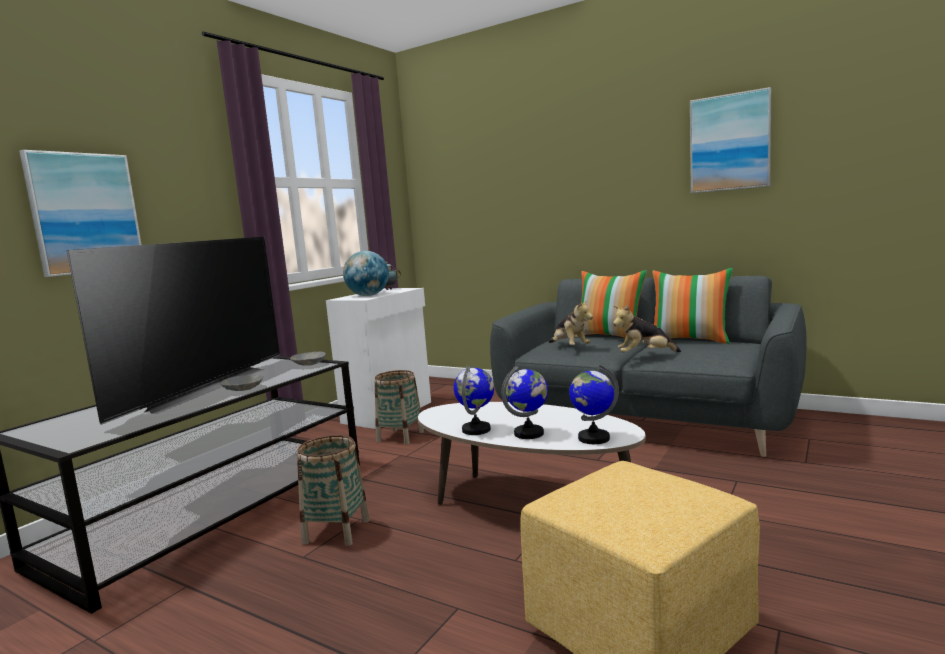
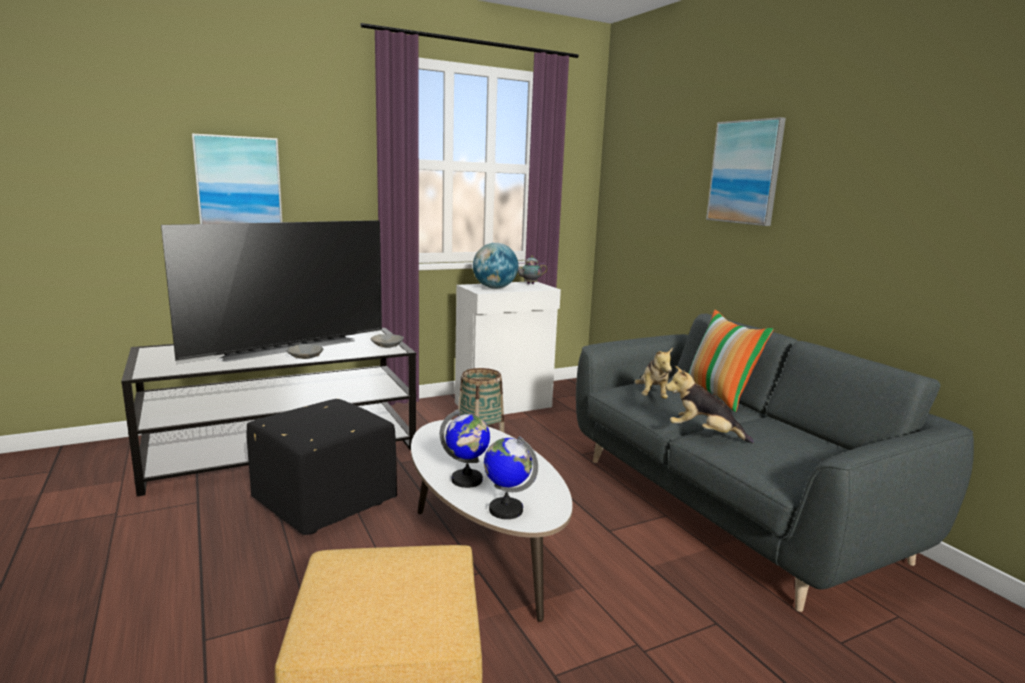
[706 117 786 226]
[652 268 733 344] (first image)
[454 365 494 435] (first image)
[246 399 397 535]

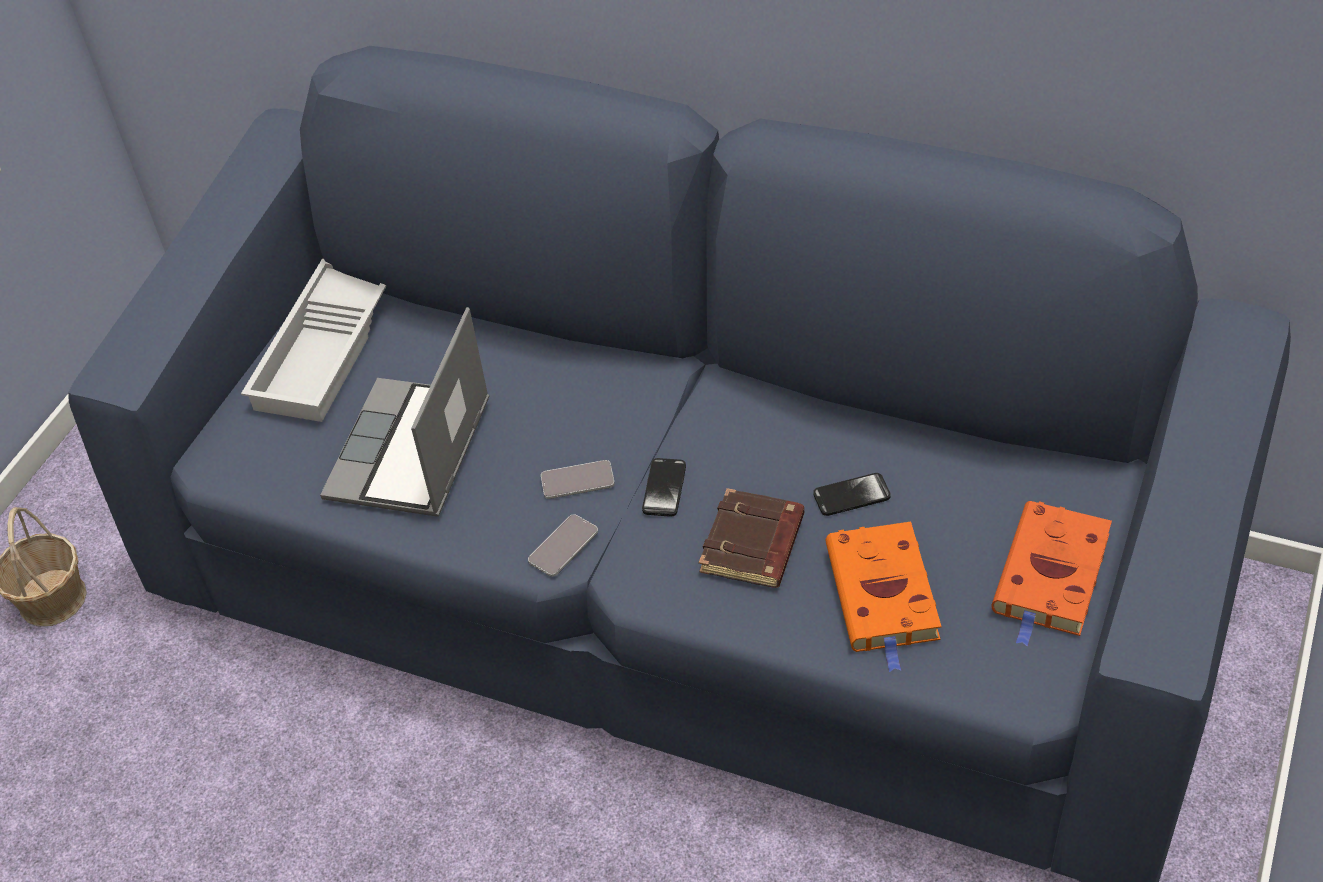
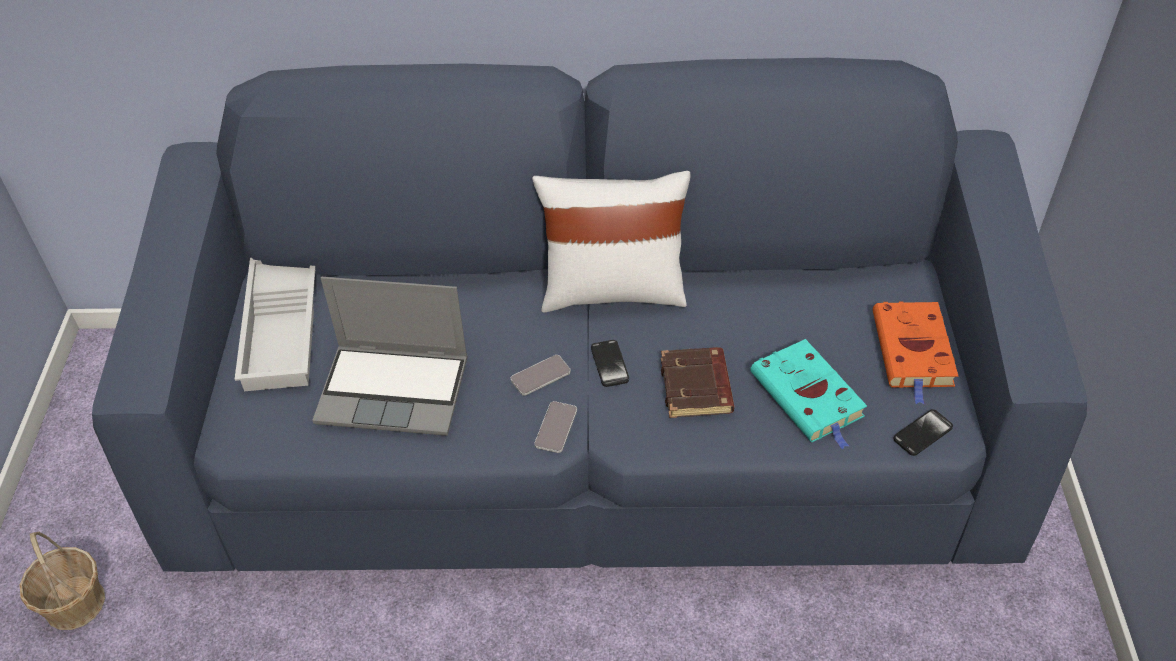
[312 277 468 436]
[893 409 953 456]
[750 339 867 450]
[532 171 691 313]

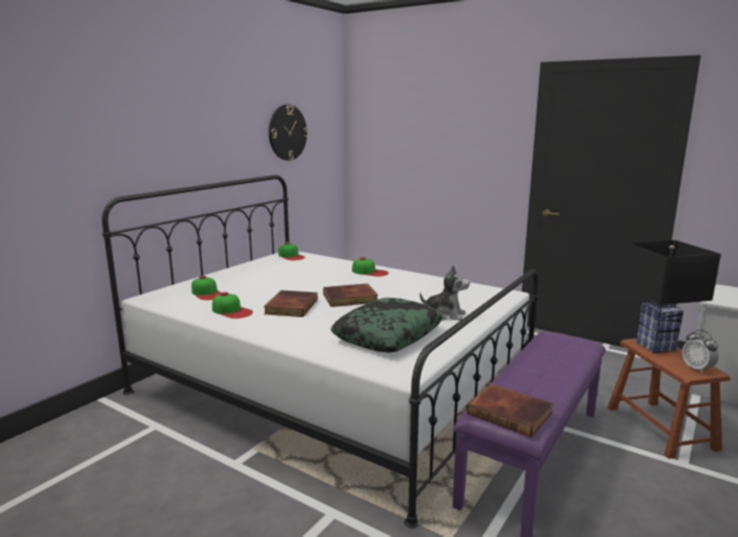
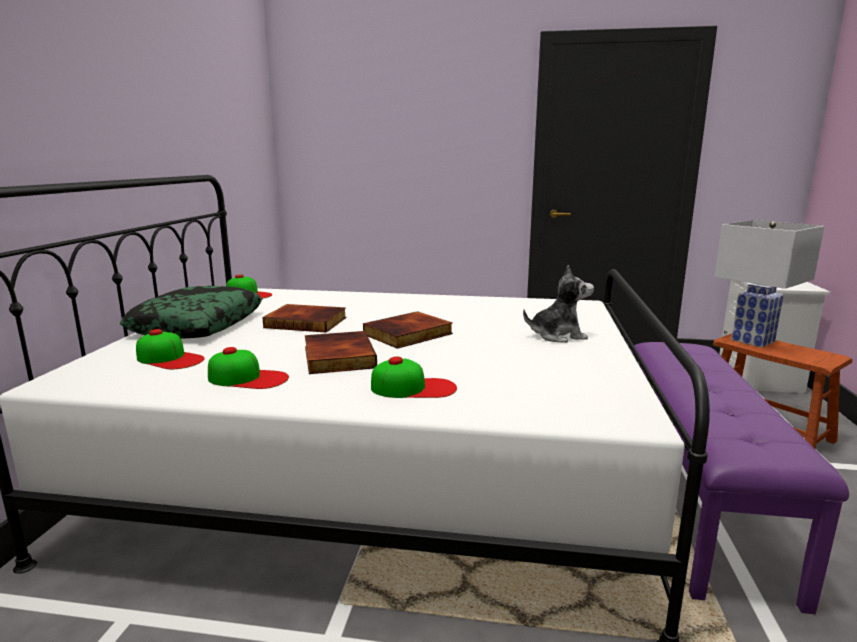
[269 105 308 161] (first image)
[714 220 825 348]
[371 356 457 398]
[120 286 262 339]
[682 330 719 374] (first image)
[262 304 346 333]

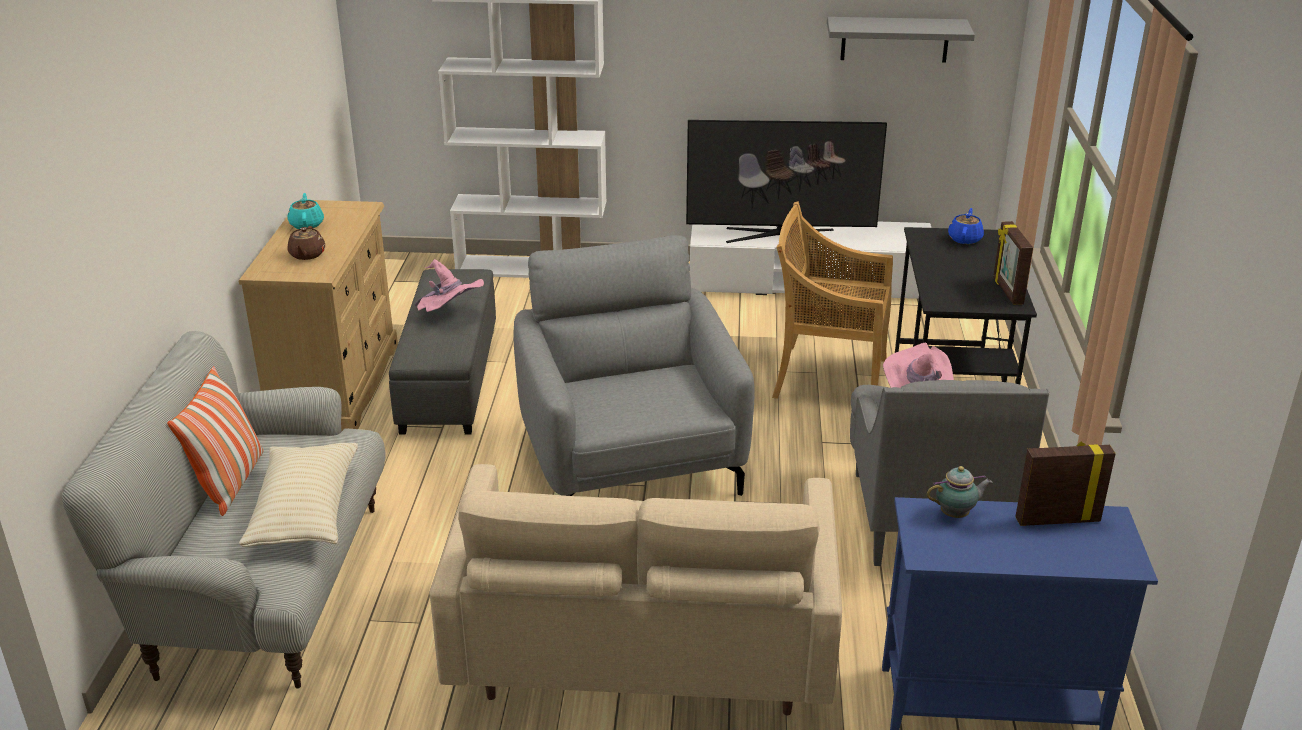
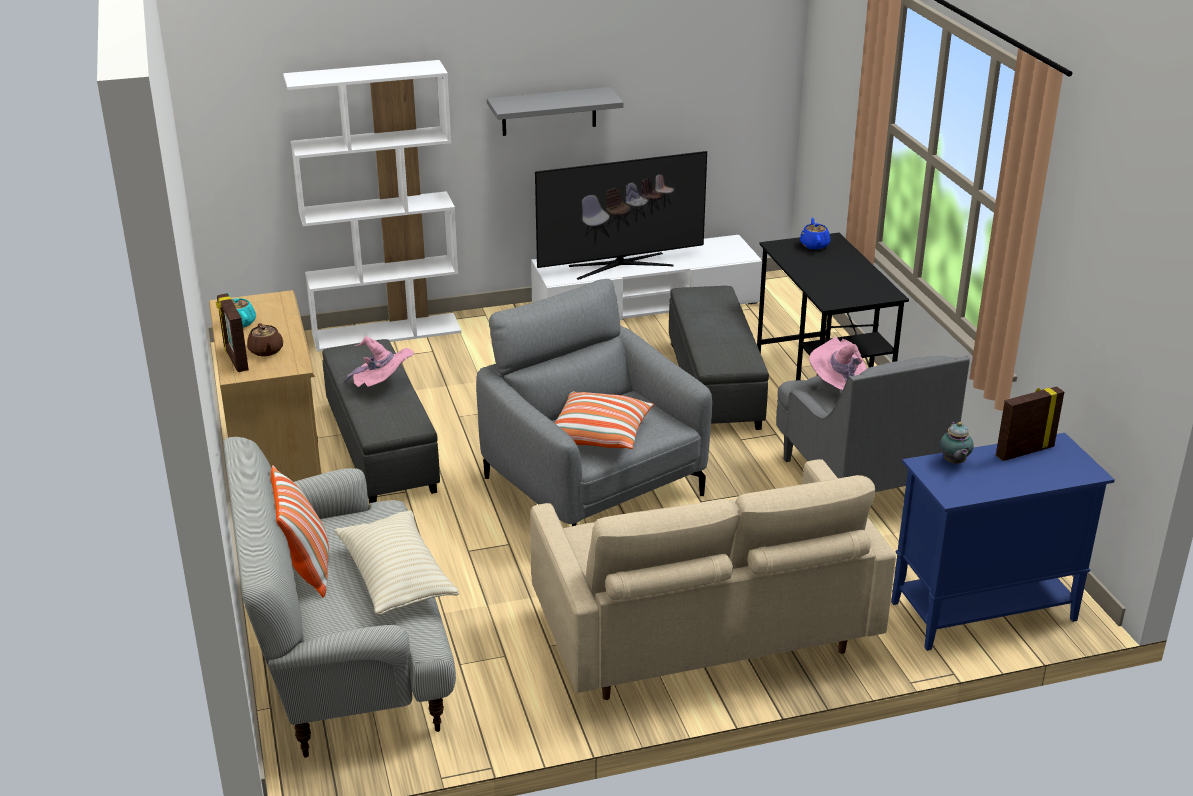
[487 87 624 136]
[669 286 769 430]
[216 293 249 372]
[940 421 974 464]
[555 391 654 449]

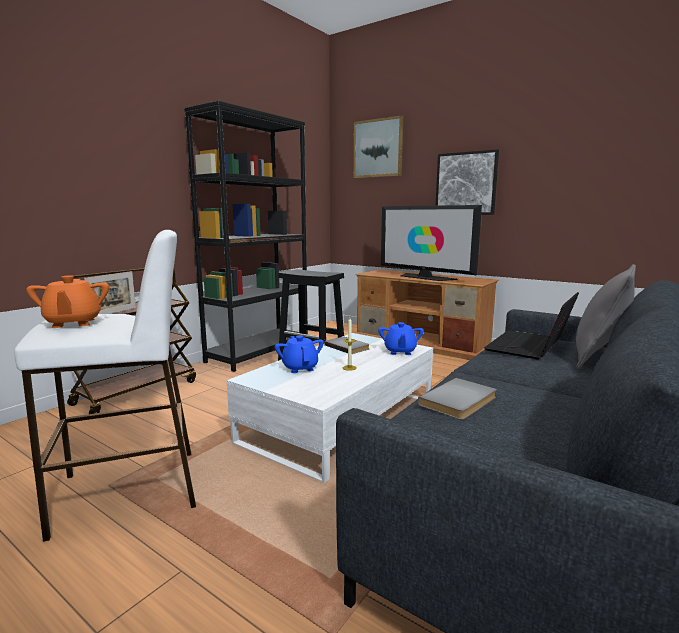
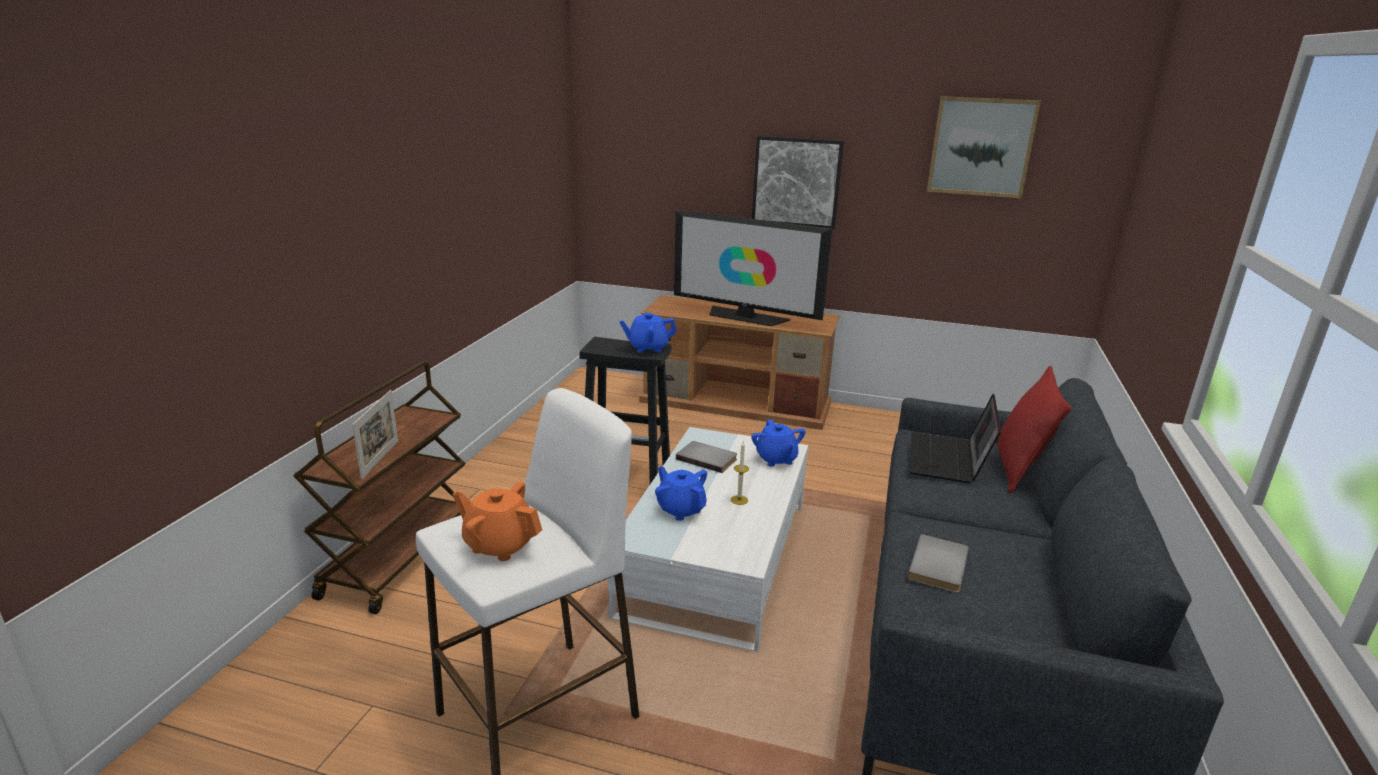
[184 101 308 372] (first image)
[927 96 1041 198]
[997 366 1072 494]
[452 482 542 561]
[619 312 677 353]

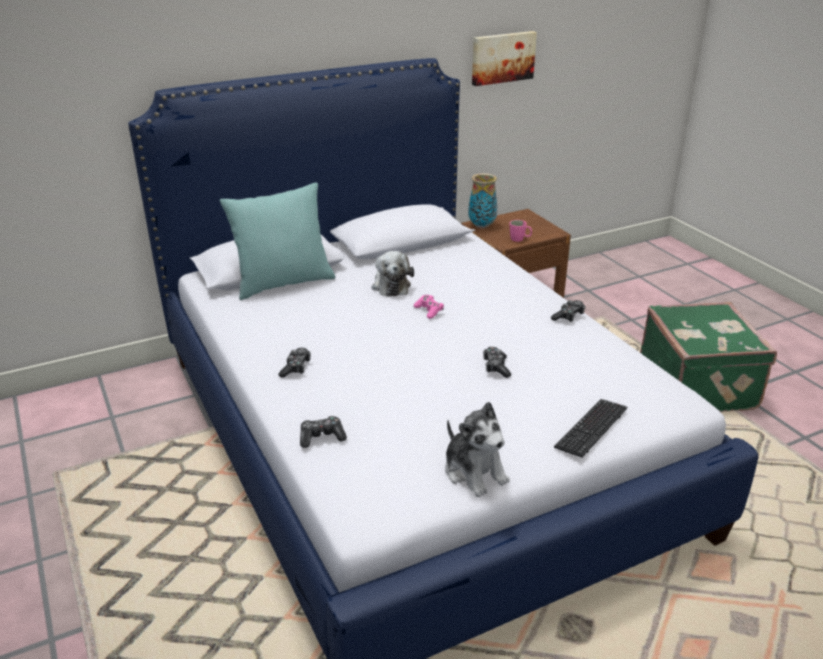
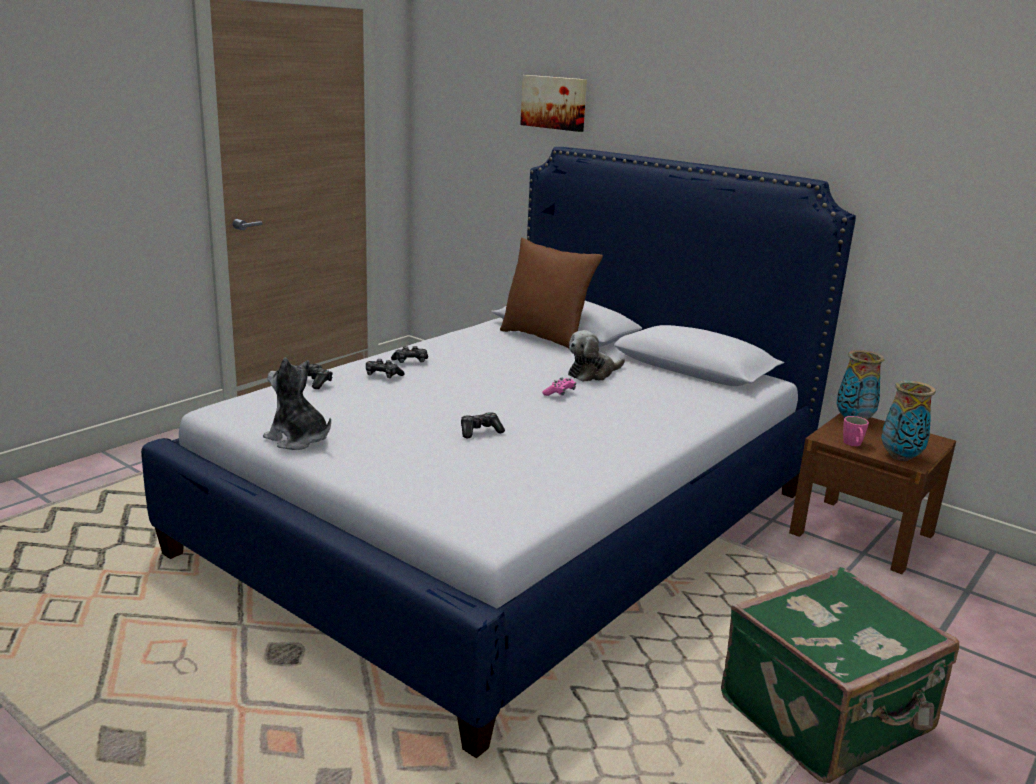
[520 75 587 132]
[500 238 603 349]
[366 359 405 378]
[554 399 627 457] (first image)
[263 357 331 450]
[881 381 936 461]

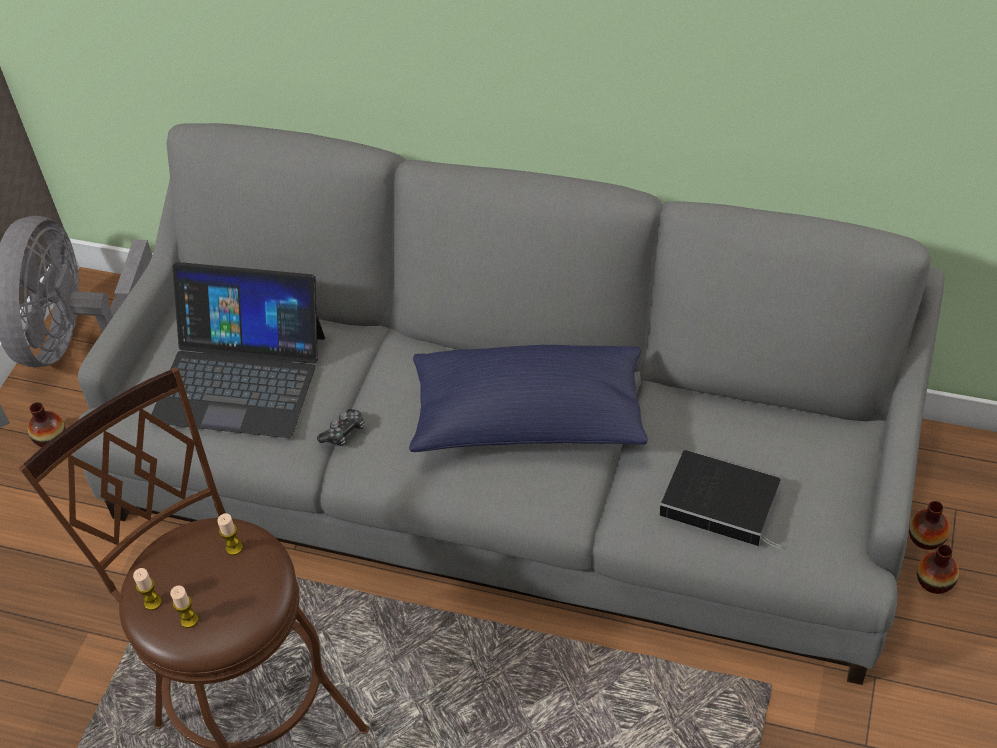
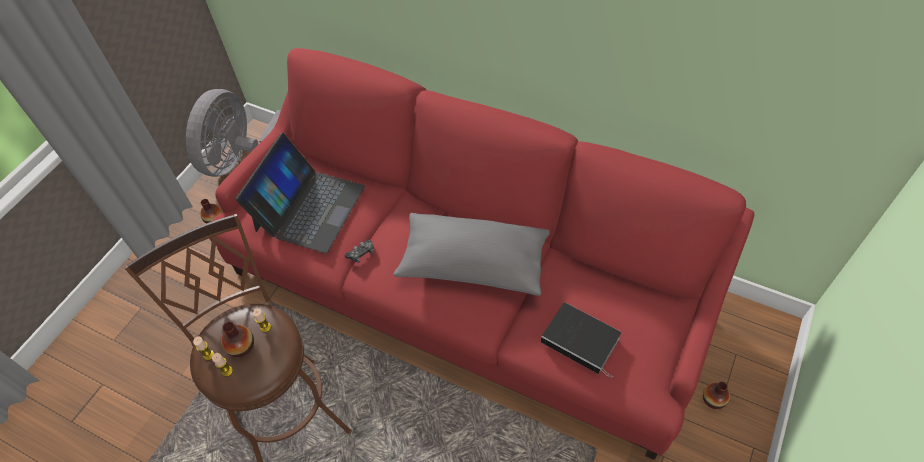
[209 48 754 460]
[236 133 365 253]
[393 213 550 296]
[221 322 254 357]

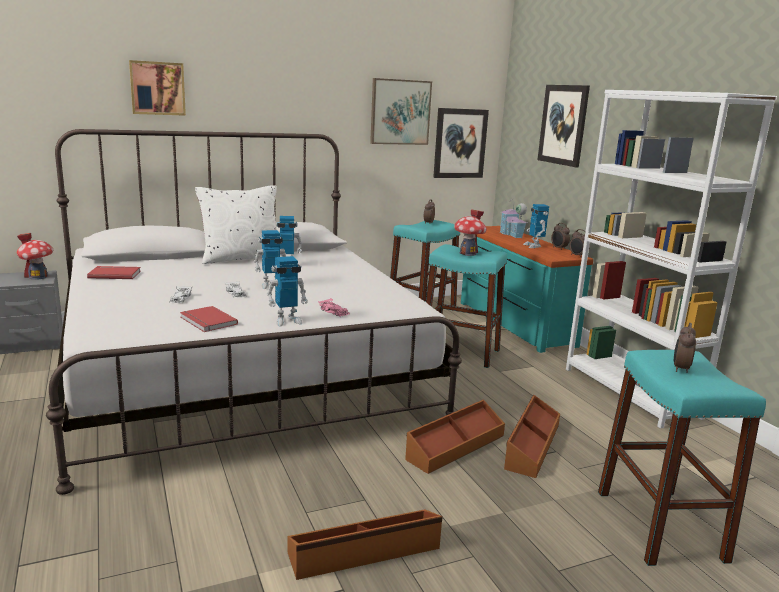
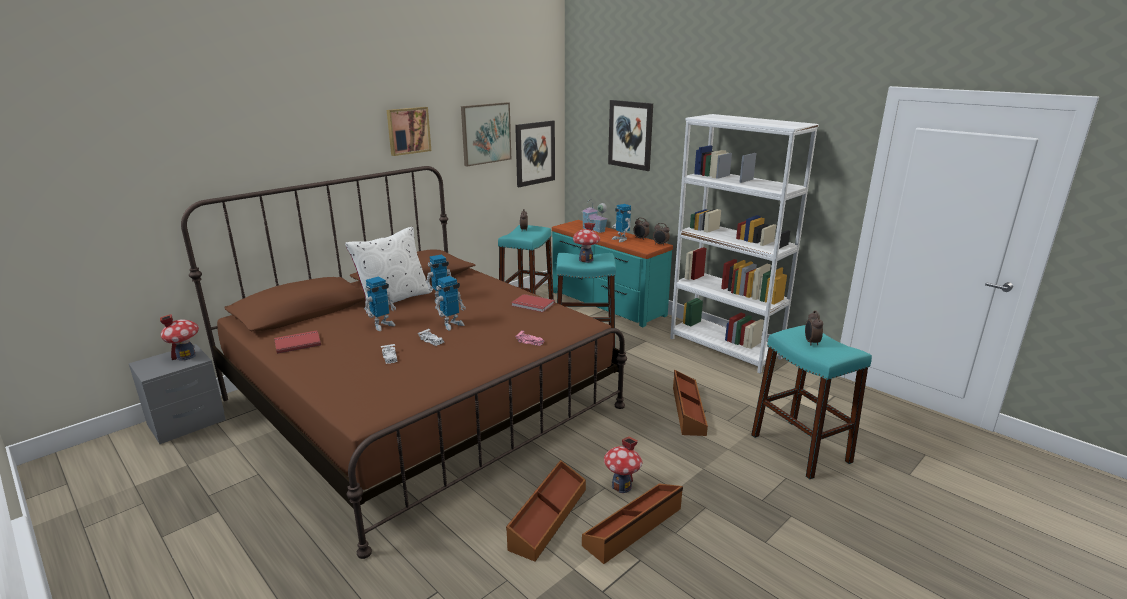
[387 107 431 156]
[181 166 627 559]
[364 276 396 331]
[511 294 555 312]
[506 460 586 561]
[604 437 642 493]

